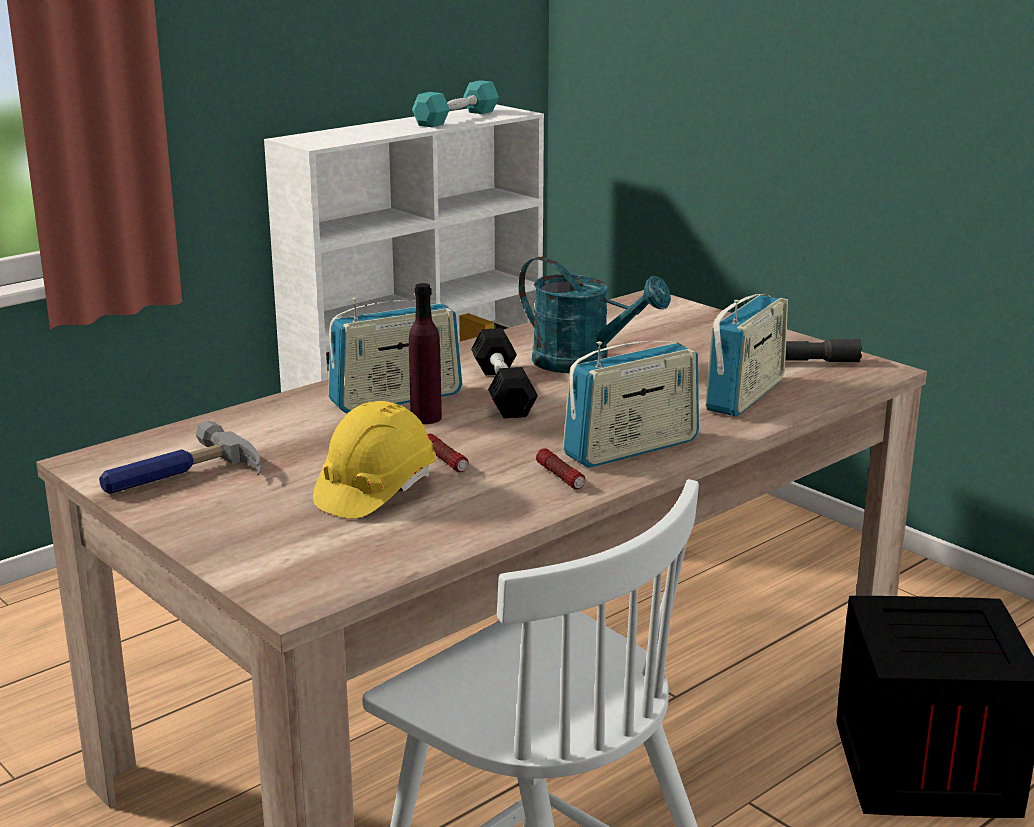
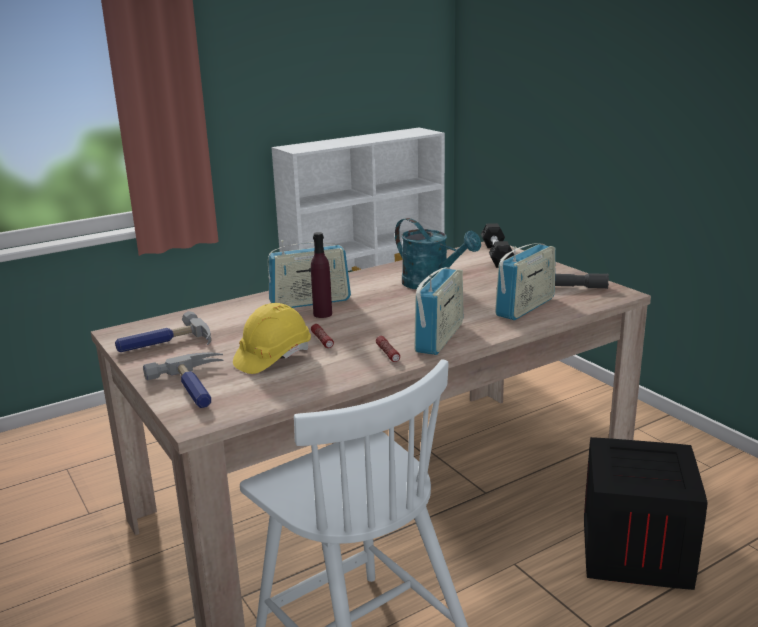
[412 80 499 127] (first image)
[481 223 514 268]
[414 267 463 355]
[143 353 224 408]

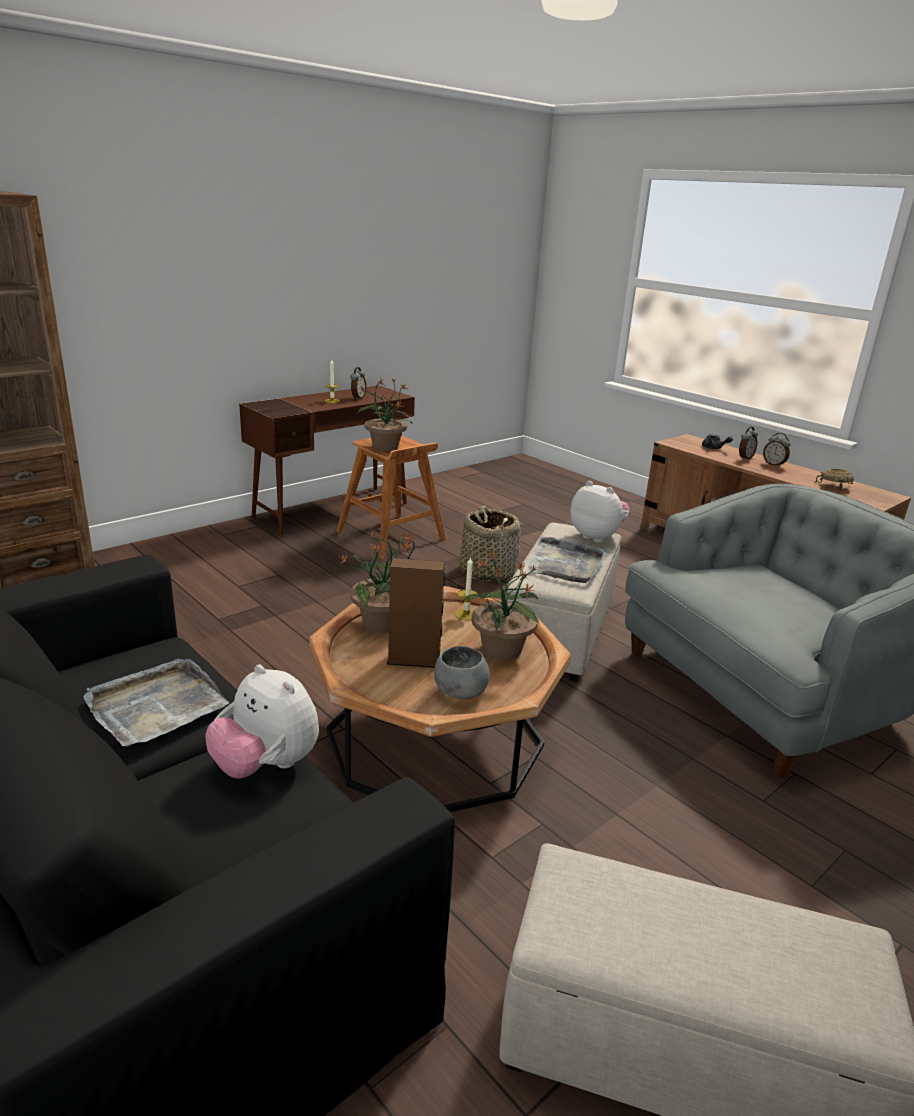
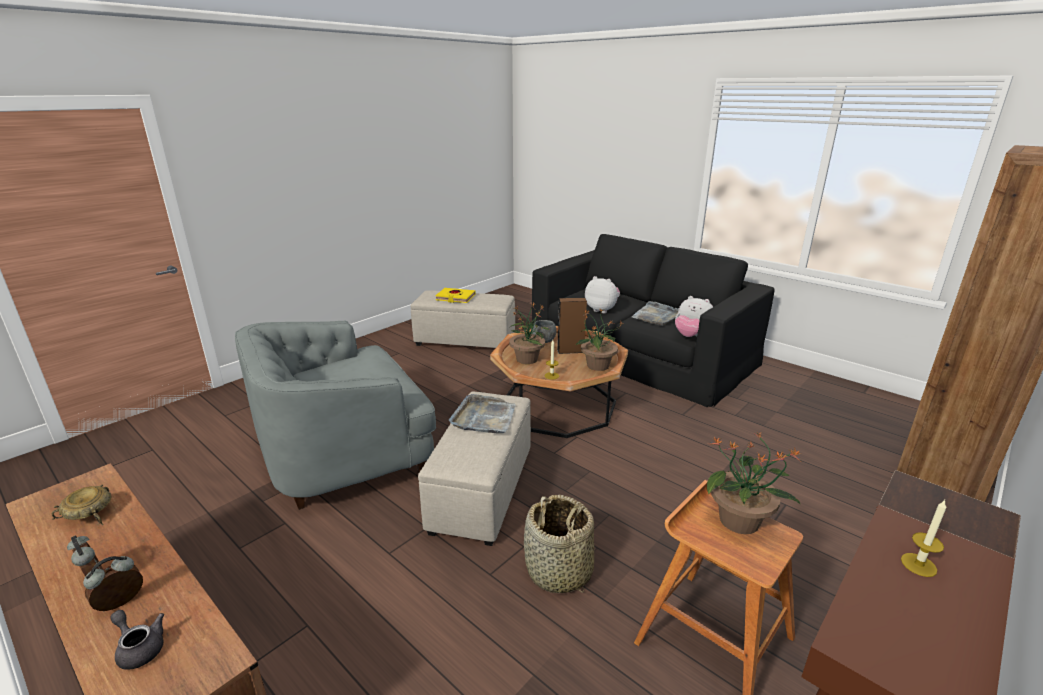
[351 367 367 400] (first image)
[675 296 713 337]
[435 288 476 303]

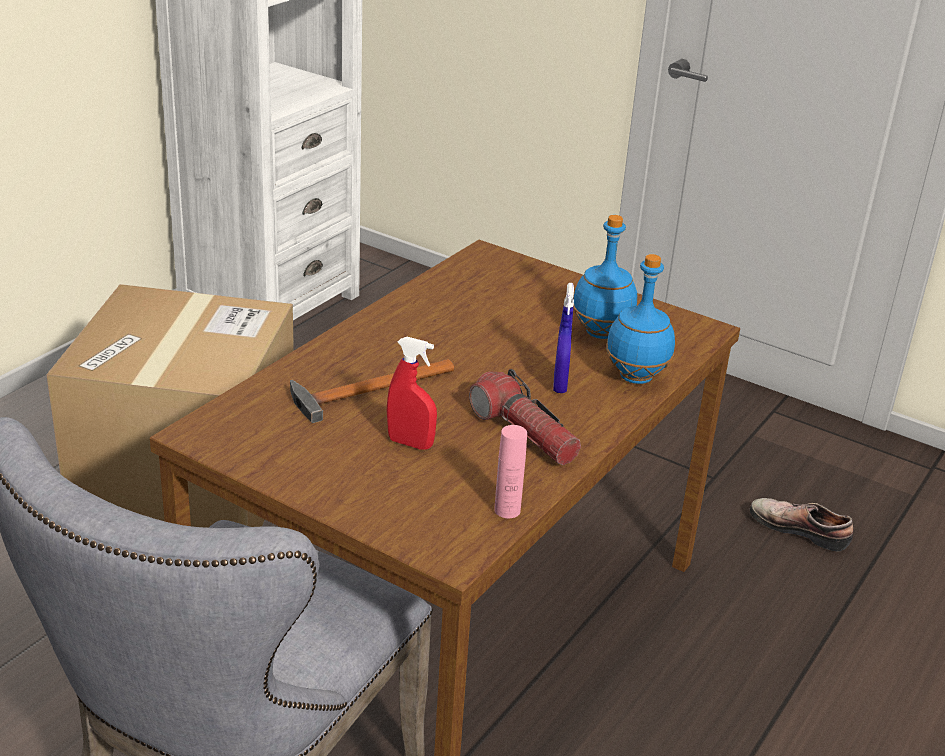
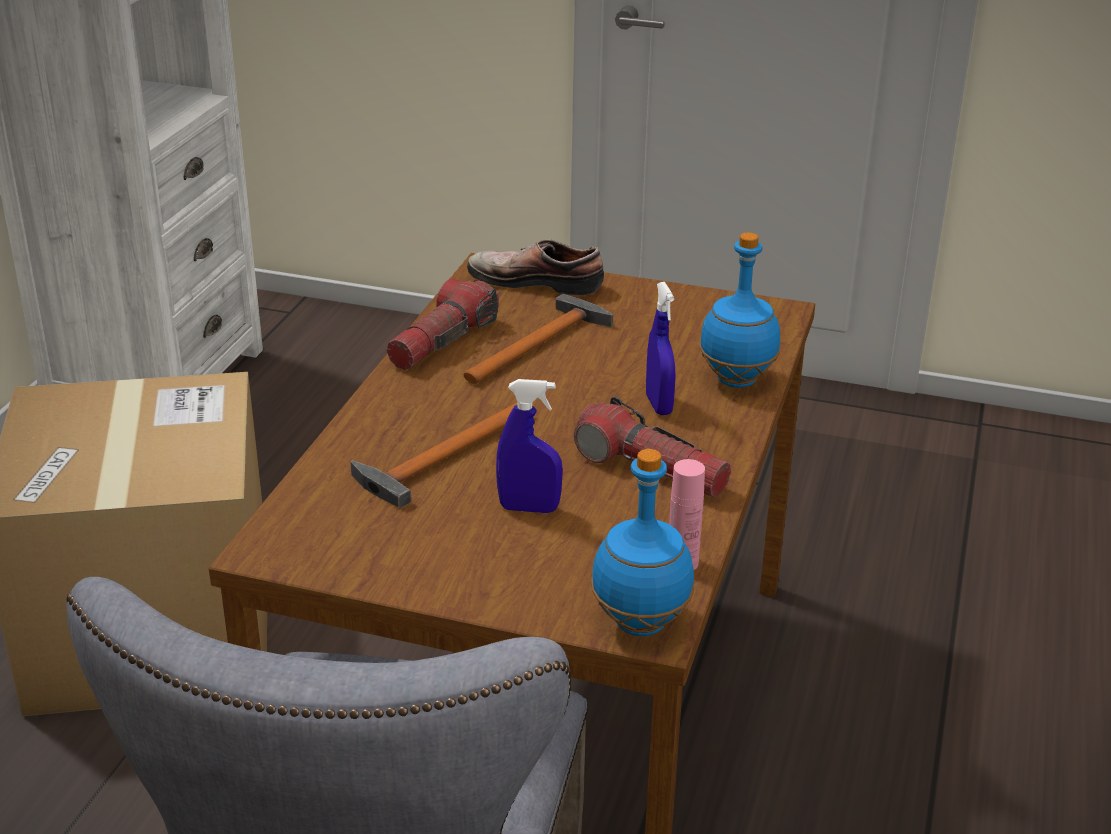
[591 449 694 636]
[496 379 563 513]
[467 239 604 295]
[386 279 499 370]
[463 294 613 384]

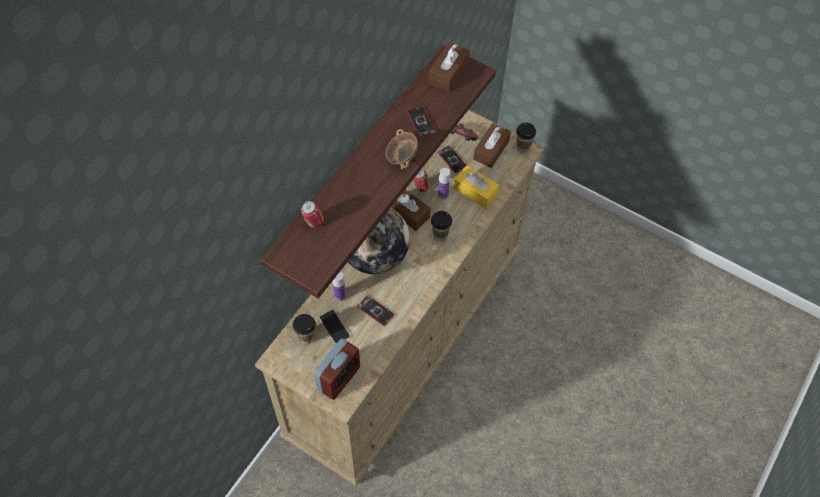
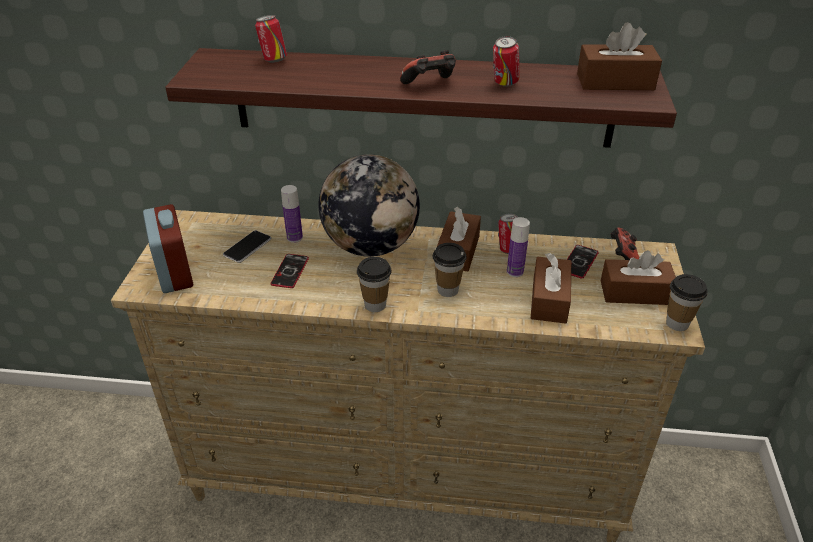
[493 36 519 87]
[400 50 456 84]
[531 253 571 324]
[357 257 392 312]
[143 204 193 293]

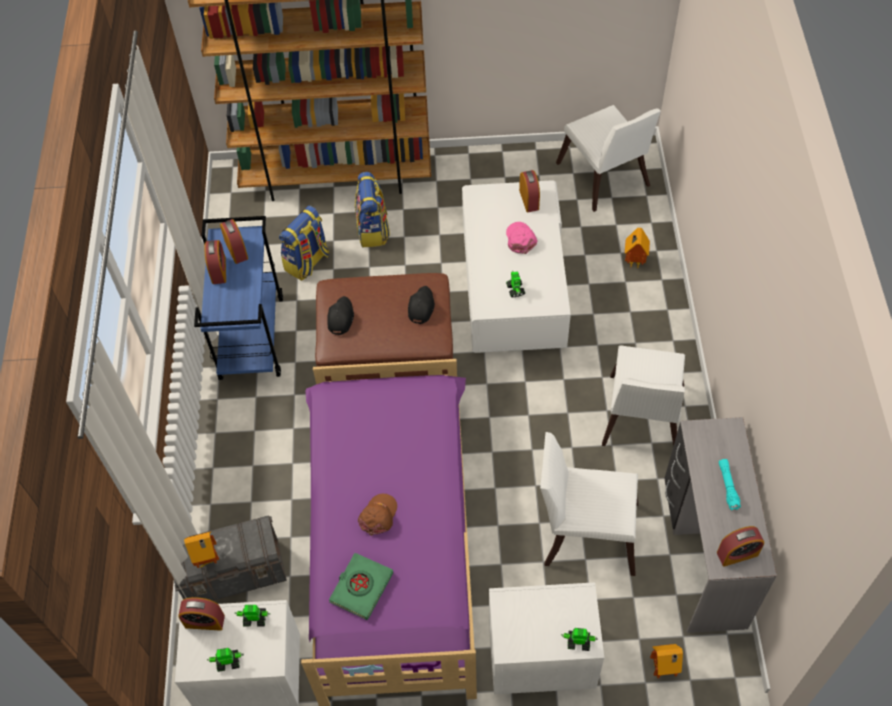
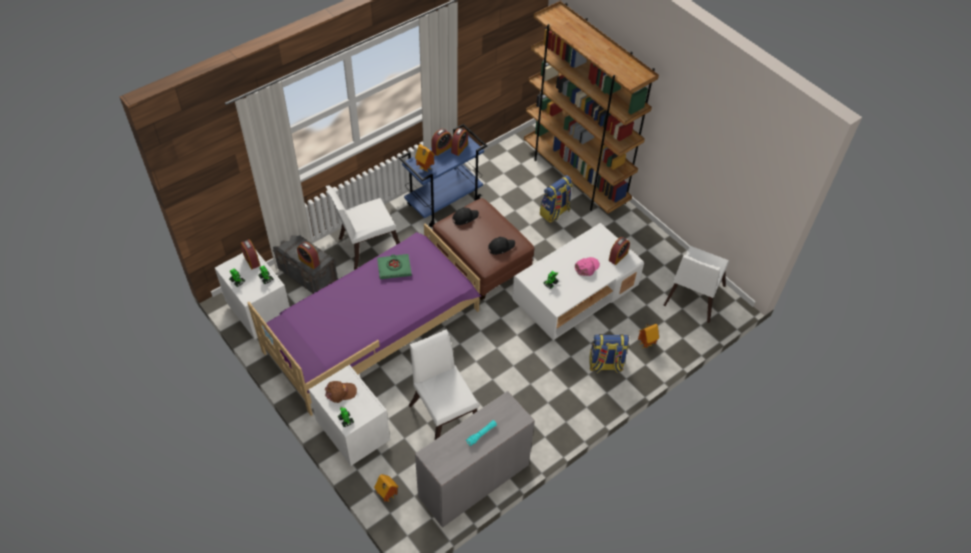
[589 334 629 373]
[326 185 400 270]
[325 381 357 403]
[297 242 320 269]
[415 144 435 172]
[377 254 412 279]

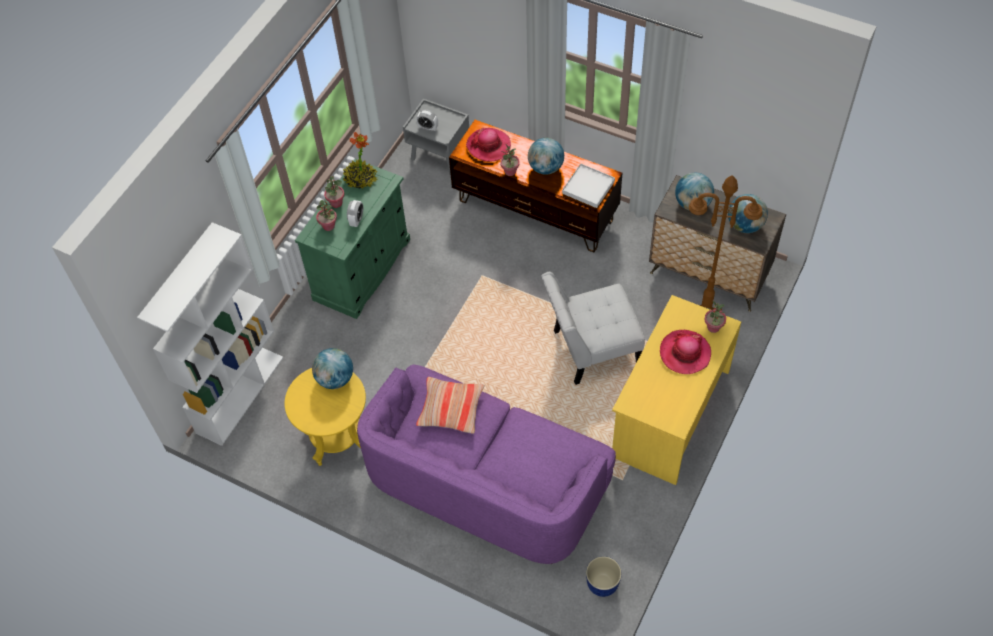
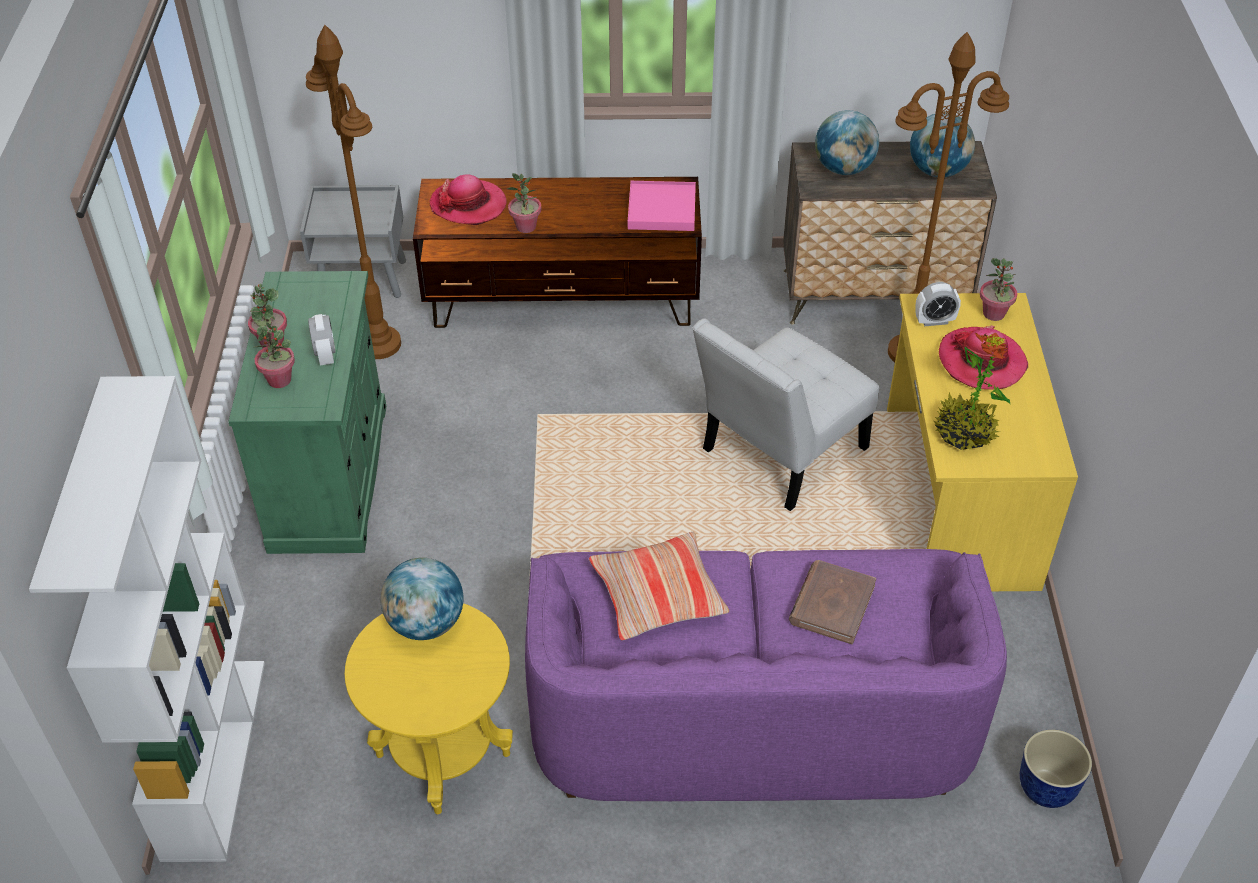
[915 282 961 326]
[934 332 1010 450]
[528 138 564 175] (first image)
[628 181 696 231]
[306 25 401 359]
[789 560 876 644]

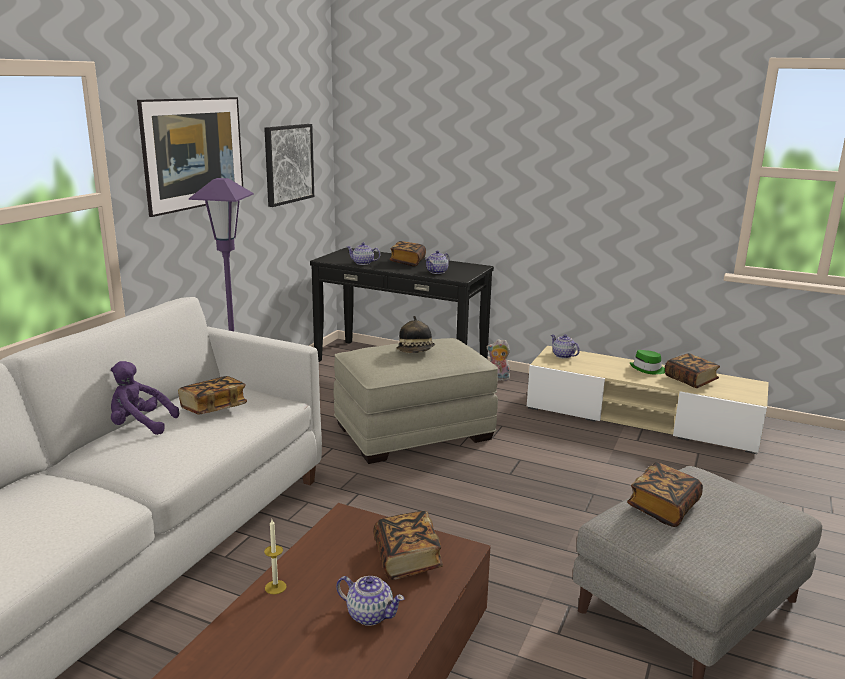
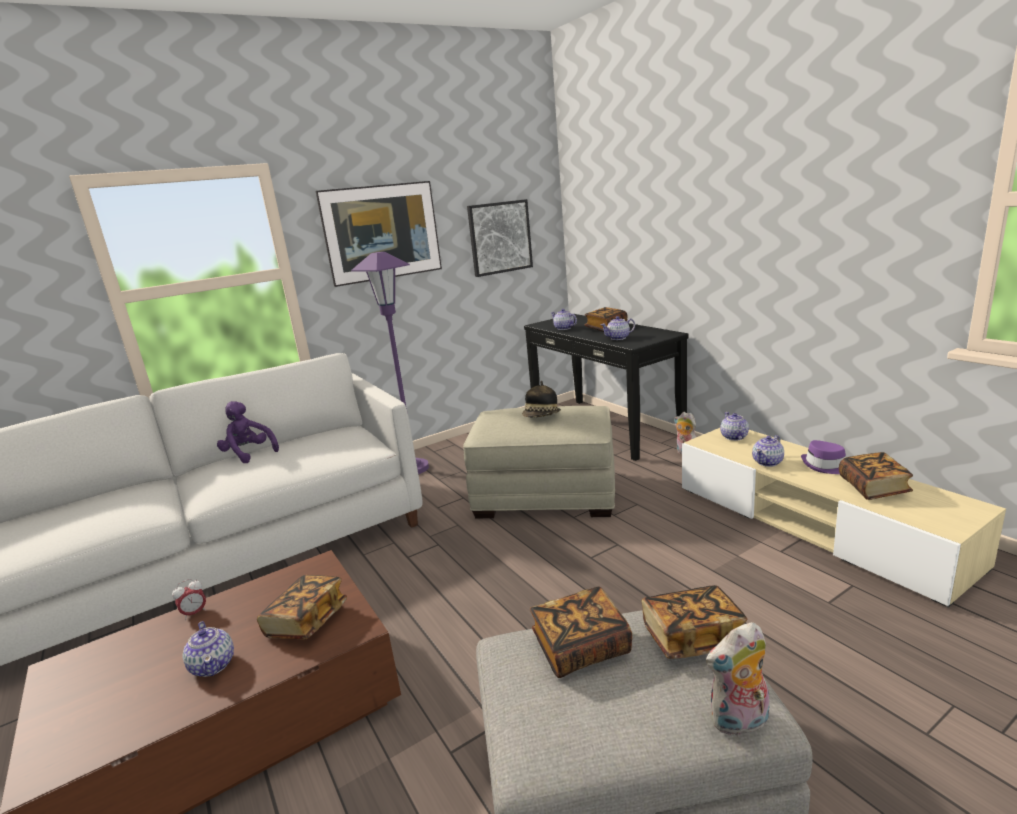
[801 440 846 474]
[641 585 748 659]
[172 579 206 620]
[752 435 784 467]
[706 622 769 737]

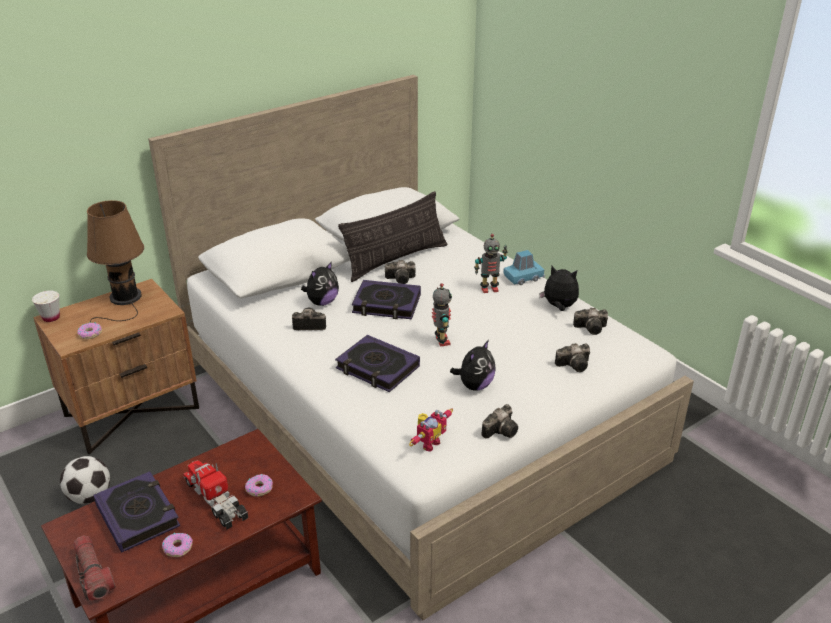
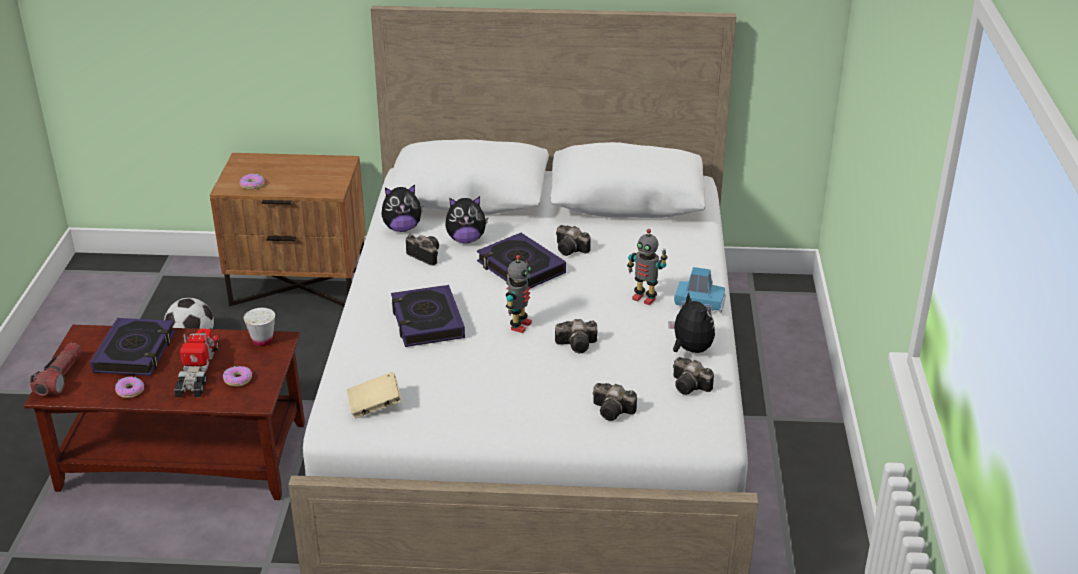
[338 191 448 282] (first image)
[87 200 144 323] (first image)
[244 308 275 346]
[381 185 423 232]
[555 319 598 353]
[346 372 402 418]

